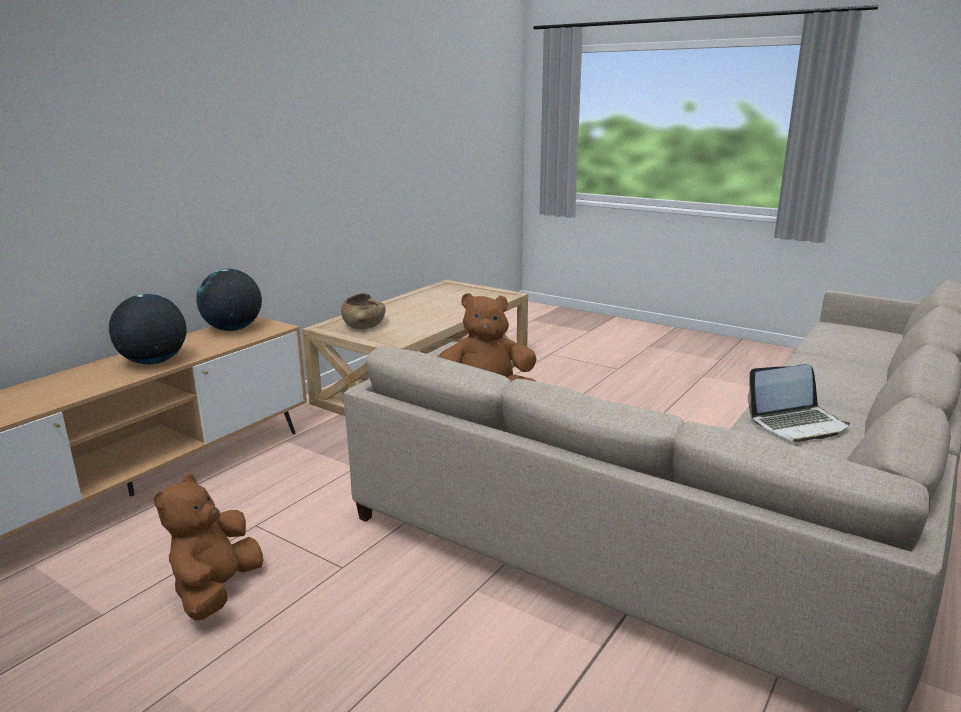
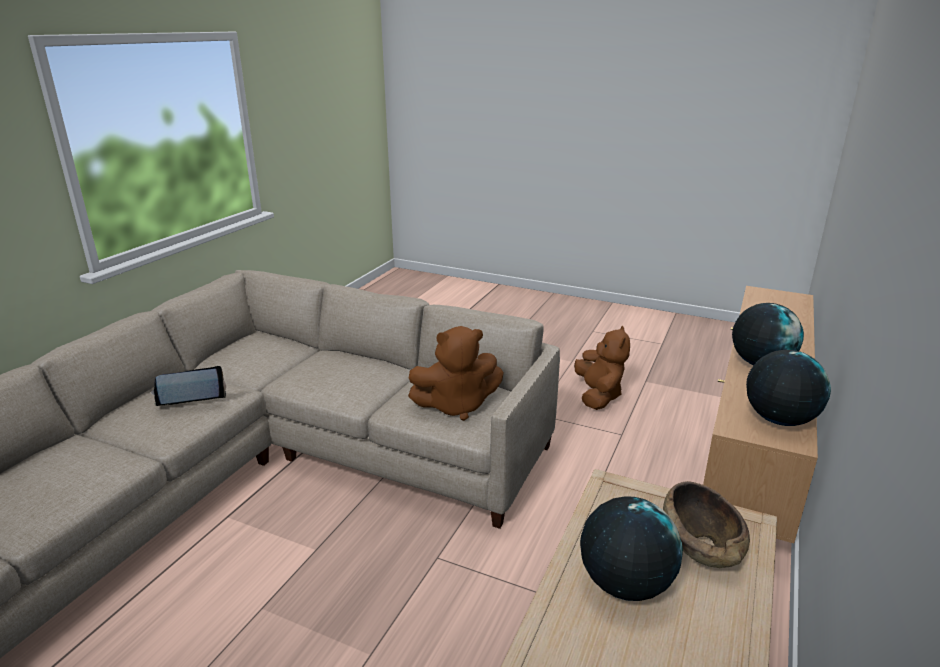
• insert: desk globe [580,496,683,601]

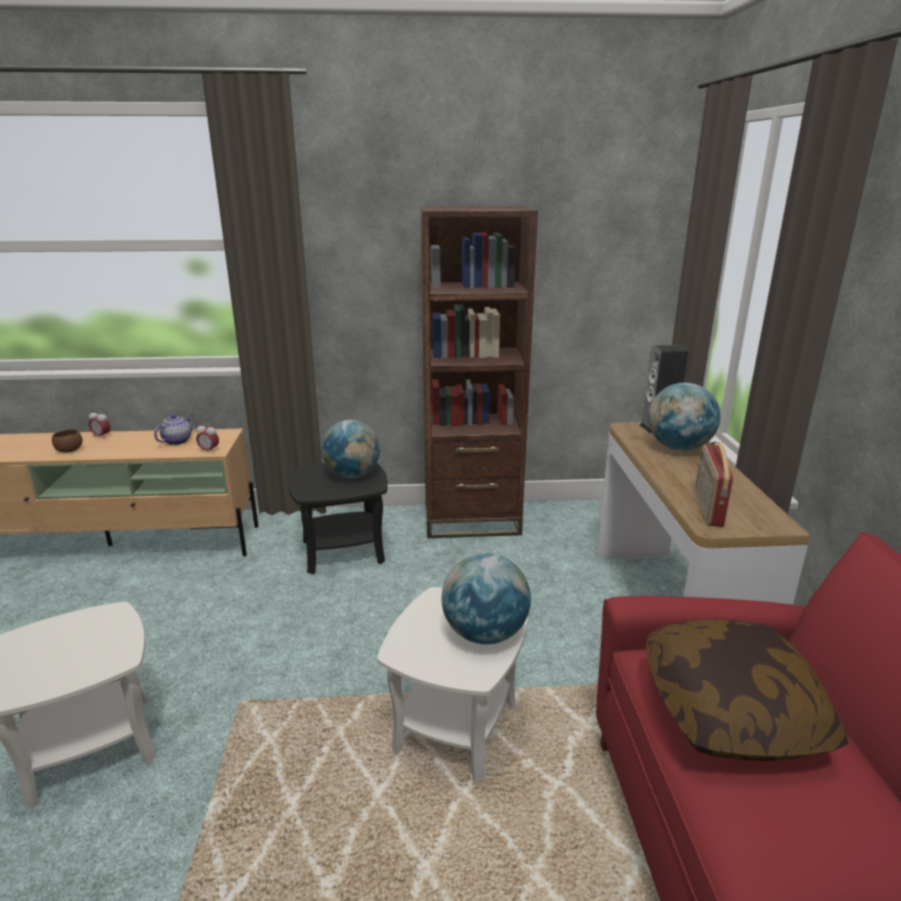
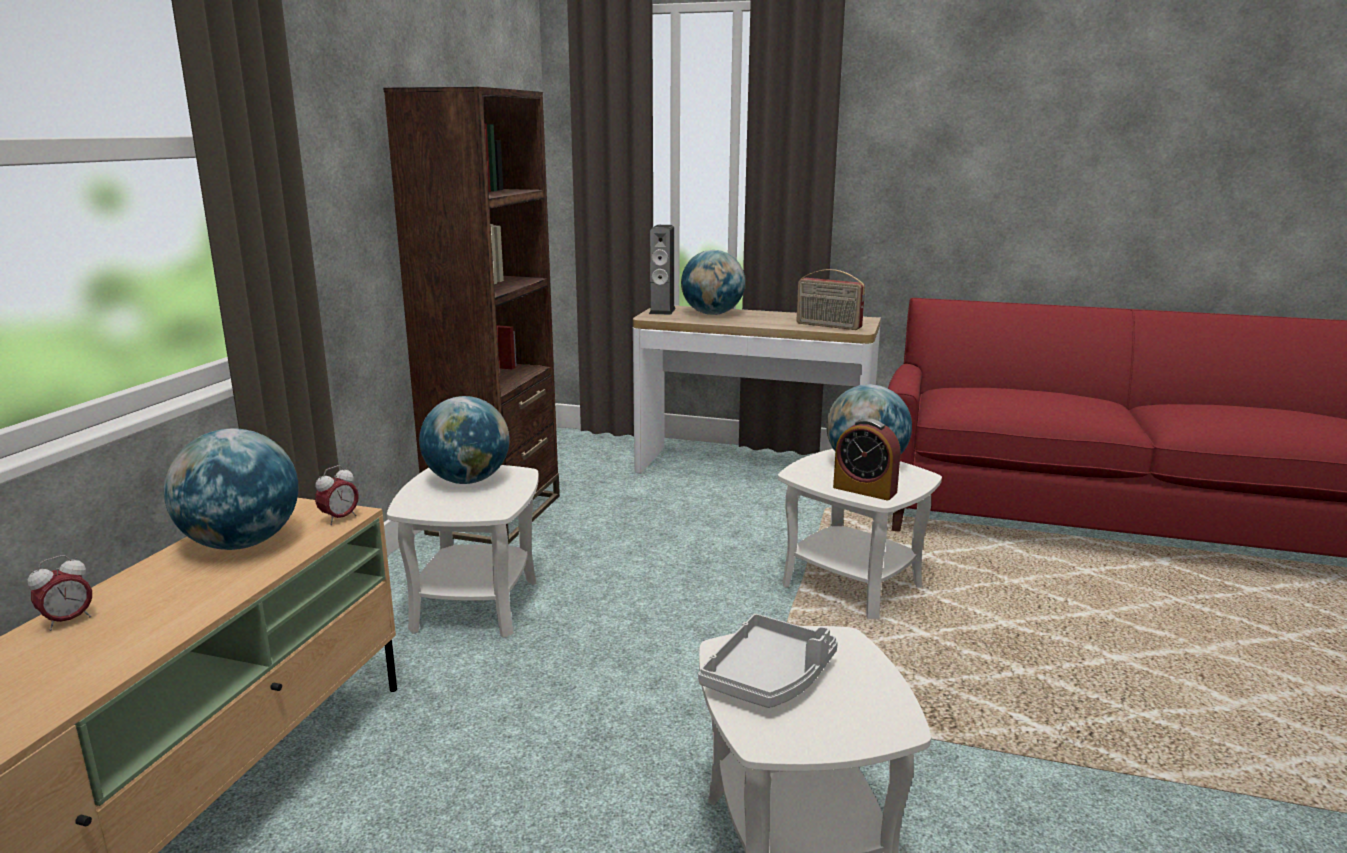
• replace: teapot [154,414,194,445] to desk globe [164,428,298,550]
• delete: brown-coloured serving bowl [52,429,83,453]
• recolor: blackish end table [288,463,388,574] to whitish end table [387,465,539,638]
• delete: pillow [646,619,848,761]
• insert: bedside clock [833,418,901,500]
• insert: gray tray [698,614,838,708]

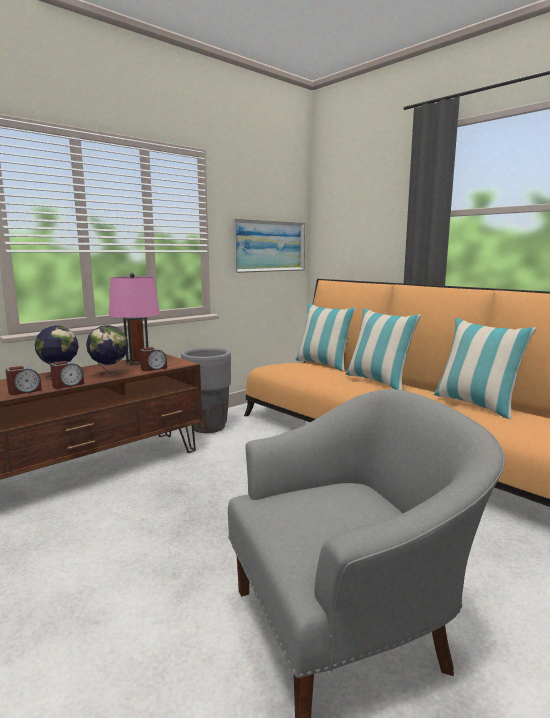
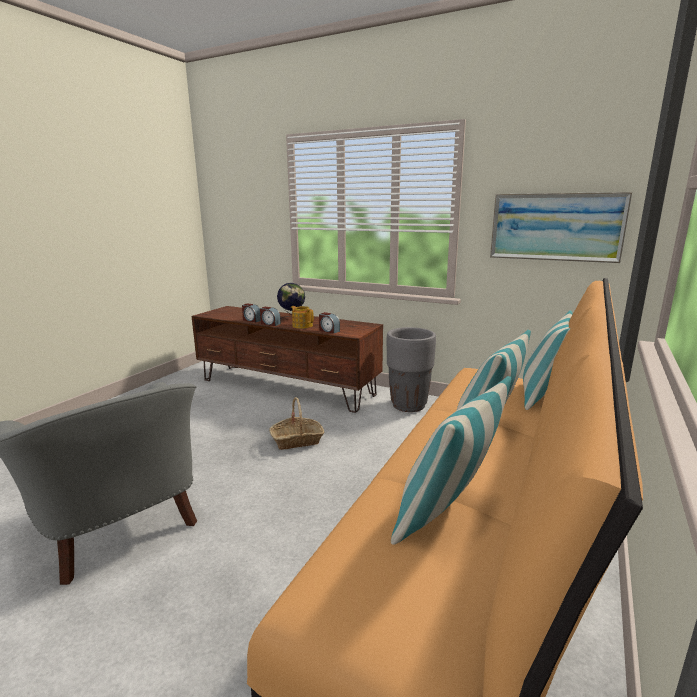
• delete: pink-coloured tabletop lamp [109,273,160,365]
• replace: desk globe [86,325,128,377] to teapot [291,306,314,329]
• insert: storage basket [269,397,325,450]

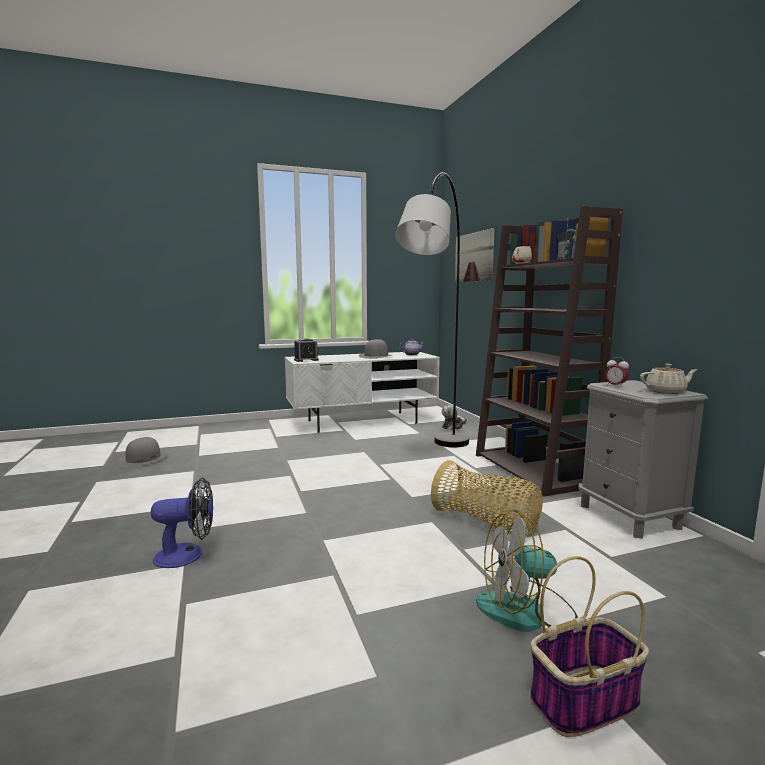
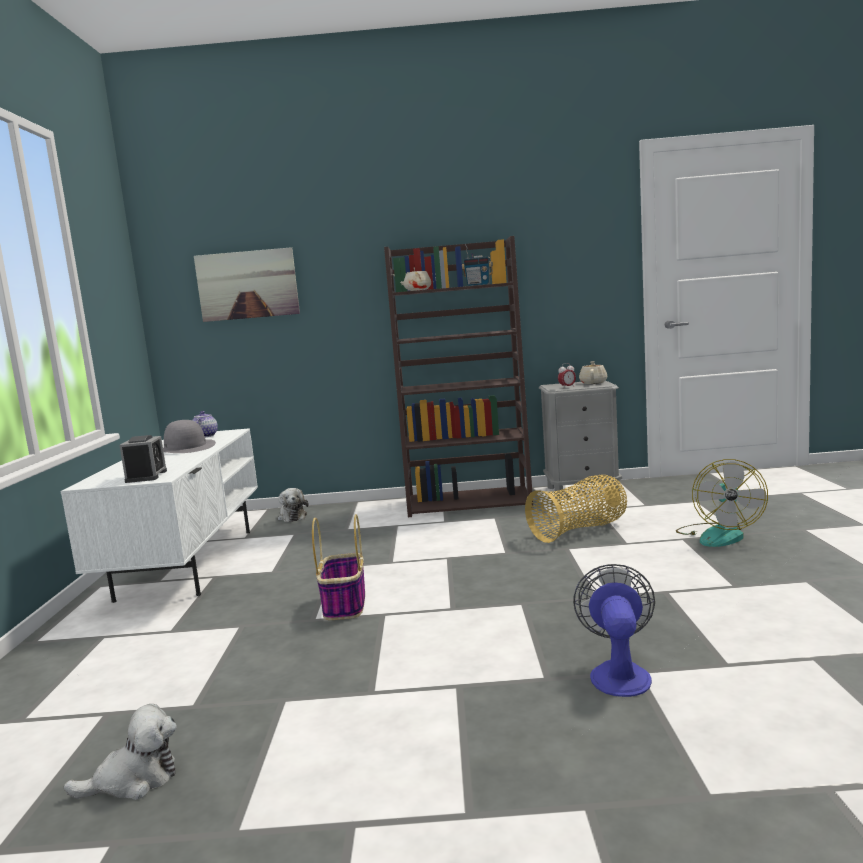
• delete: gray floor lamp [395,172,469,447]
• replace: gray clothing hat [118,437,168,468] to plush toy [64,704,177,800]
• move: storage basket [530,556,649,737] to [312,514,365,620]

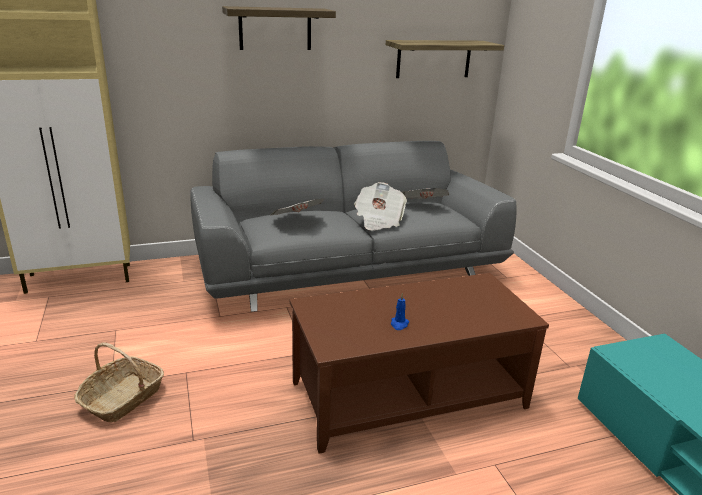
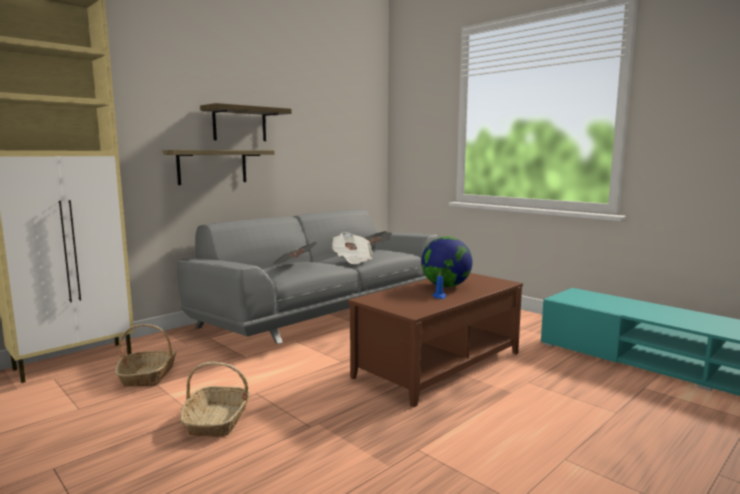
• move: shelf [386,40,504,78] to [163,150,274,185]
• insert: desk globe [421,237,472,287]
• insert: storage basket [115,324,177,387]

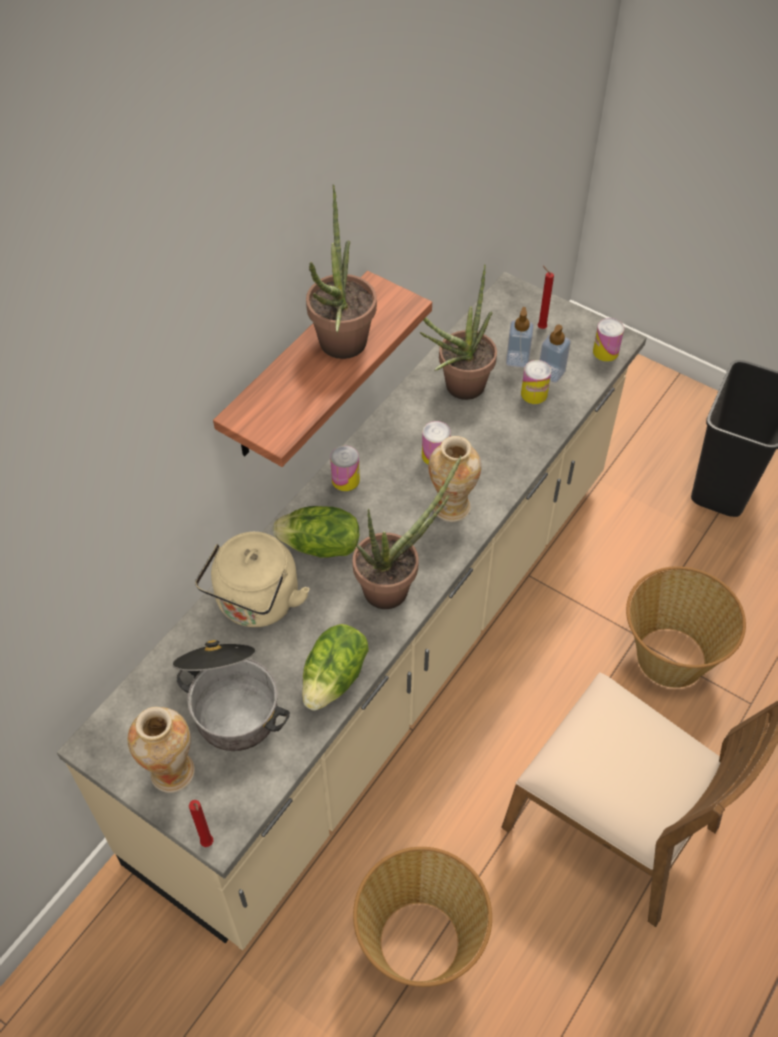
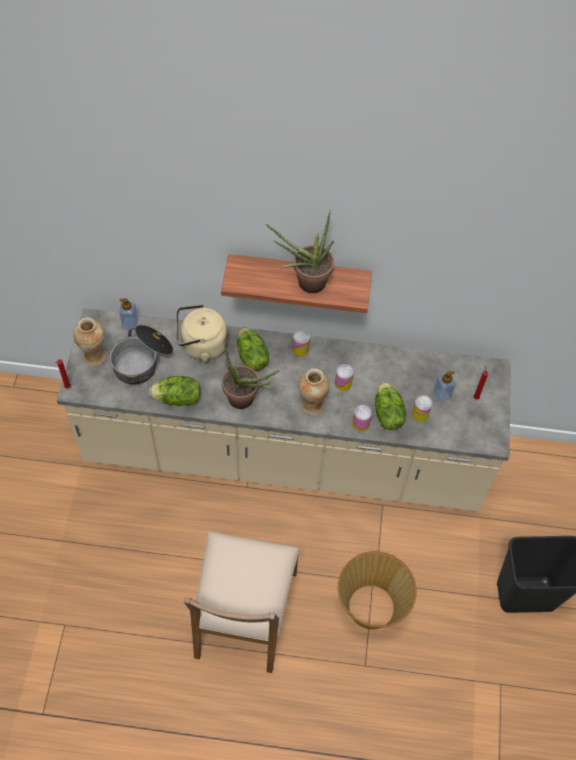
• delete: plant in a pot [419,264,497,400]
• move: metal can [593,318,624,362] to [352,405,372,432]
• move: liquid soap bottle [540,325,571,383] to [119,298,138,329]
• delete: storage basket [353,847,492,987]
• insert: head of lettuce [375,382,406,430]

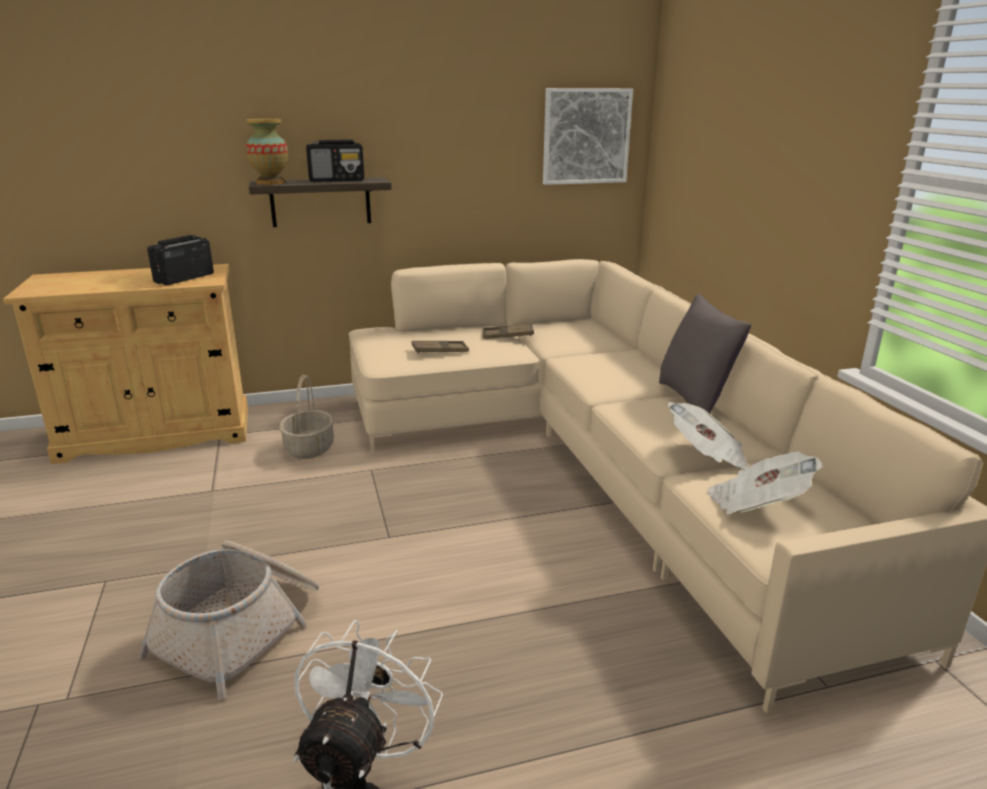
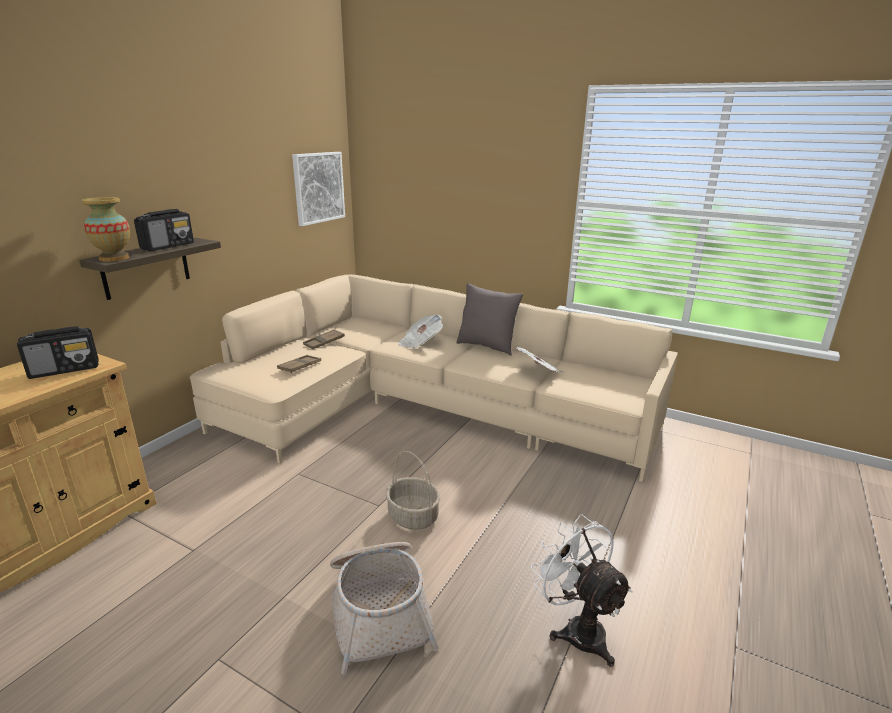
• rotate: radio receiver [147,235,214,285] = [17,326,99,379] 105 degrees counterclockwise
• move: storage basket [279,375,334,459] to [386,451,440,530]
• move: newspaper [707,451,822,515] to [398,315,443,349]

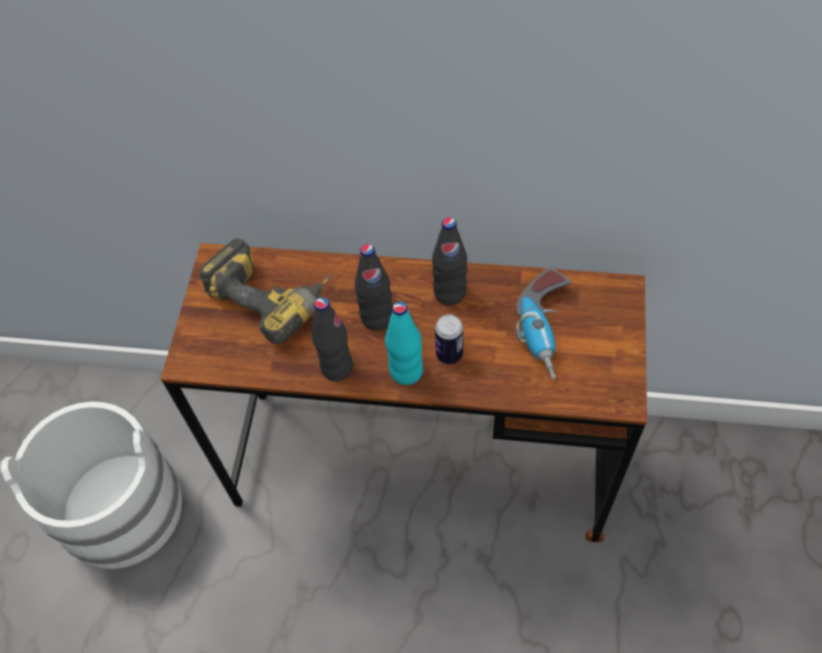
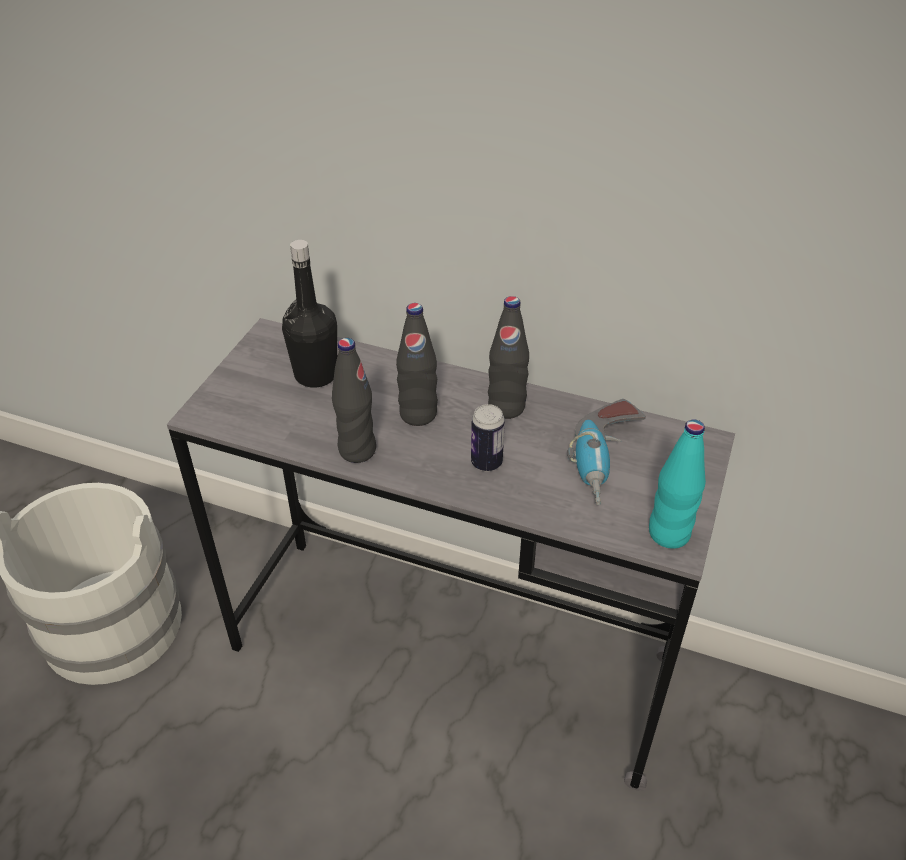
• replace: drill [199,238,332,345] to blackish drink bottle [282,240,337,388]
• recolor: brown-coloured desk unit [161,243,647,542] to gray desk unit [167,318,735,791]
• move: turquoise-coloured drink bottle [385,301,423,385] to [649,419,706,549]

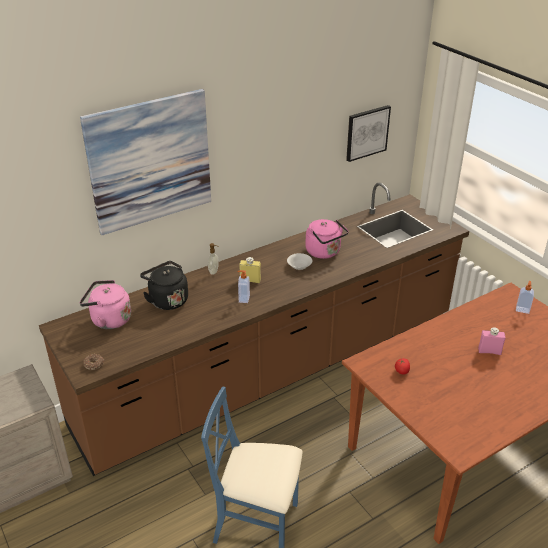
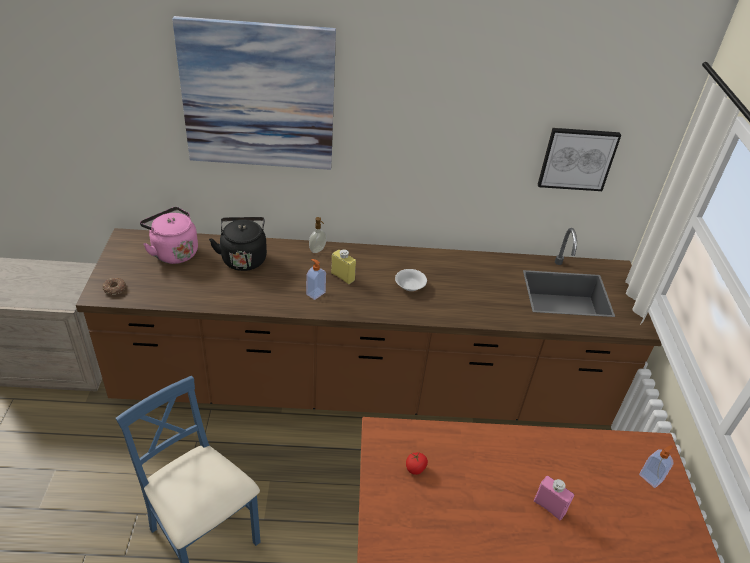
• delete: pink-coloured tea kettle [305,219,349,259]

